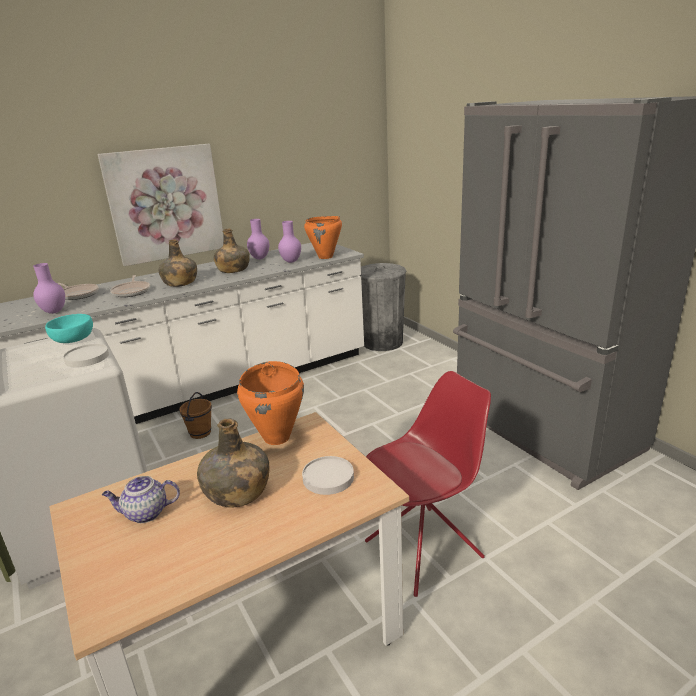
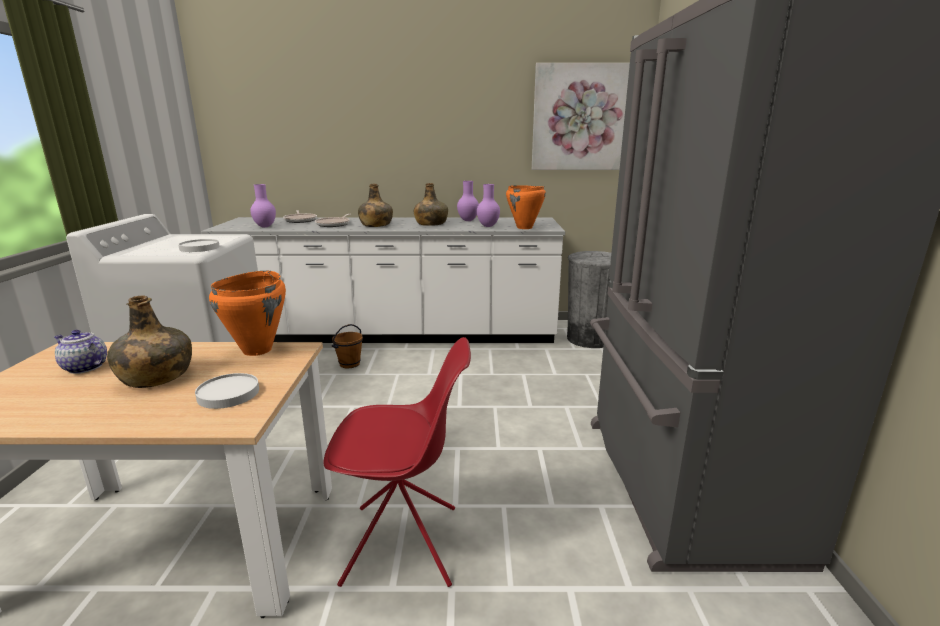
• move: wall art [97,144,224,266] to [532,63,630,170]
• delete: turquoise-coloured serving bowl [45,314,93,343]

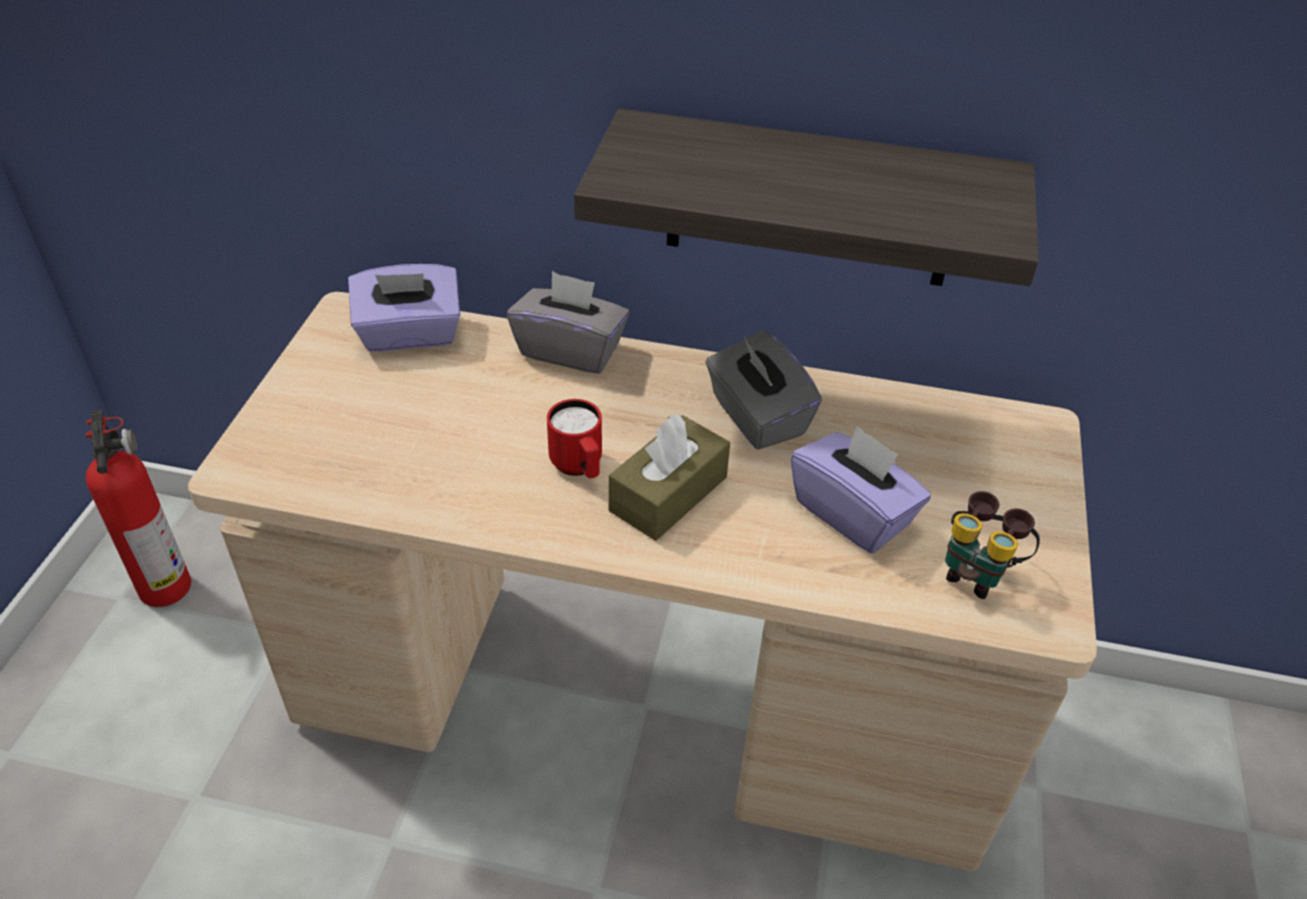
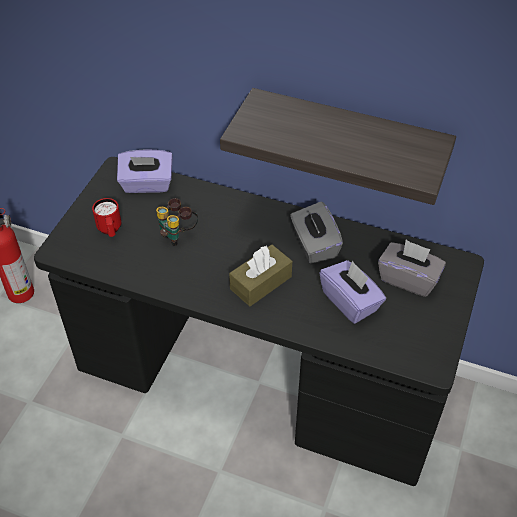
• move: gray tissue box [507,271,630,374] to [378,240,446,297]
• recolor: beige desk unit [188,292,1097,871] to blackish desk unit [34,157,484,486]
• move: red mug [547,399,602,478] to [92,198,121,237]
• move: binoculars [945,491,1040,599] to [156,198,198,246]

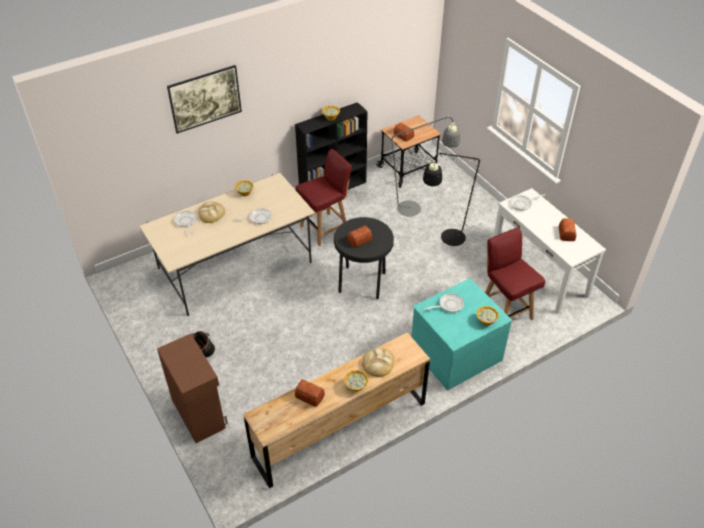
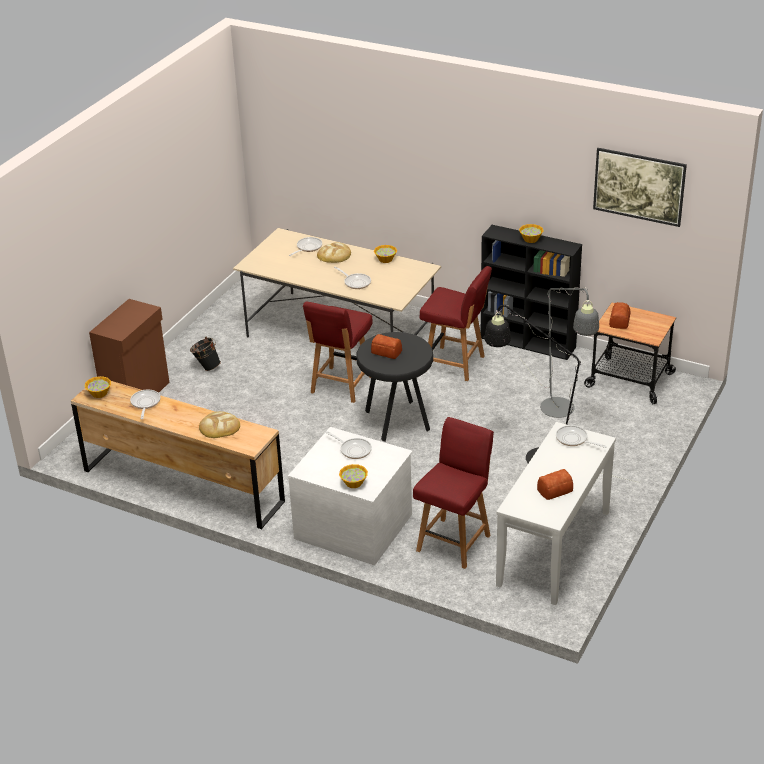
• move: wall art [167,65,242,134] to [593,148,687,227]
• recolor: turquoise-coloured dresser [411,278,512,390] to whitish dresser [288,427,413,565]
• move: serving bowl [344,370,369,392] to [85,376,111,398]
• replace: bakery bread [295,379,325,407] to pan [130,390,160,419]
• insert: red chair [303,301,373,403]

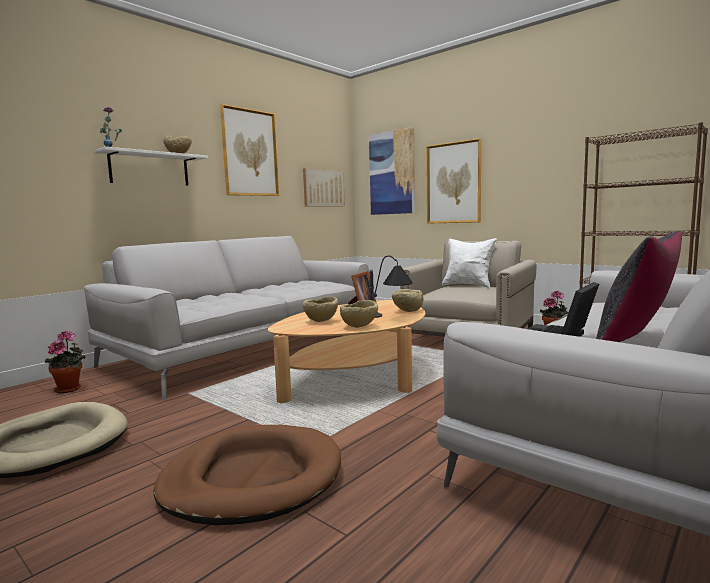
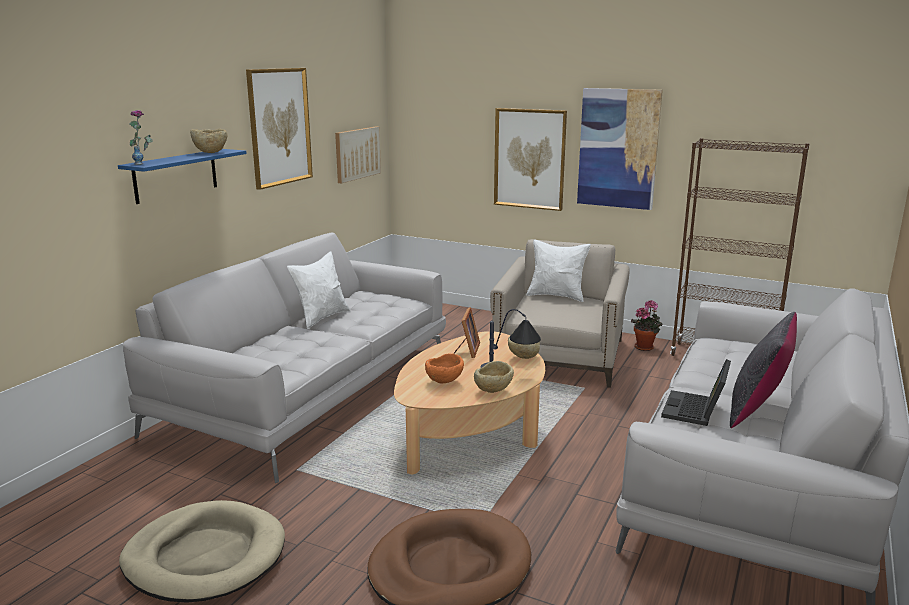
• move: wall art [369,127,415,215] to [577,88,663,210]
• recolor: whitish shelf [94,147,208,186] to blue-coloured shelf [118,149,247,204]
• recolor: beige serving bowl [303,297,338,322] to orange serving bowl [425,354,464,383]
• delete: plant in a pot [45,330,85,393]
• insert: whitish pillow [287,251,350,329]

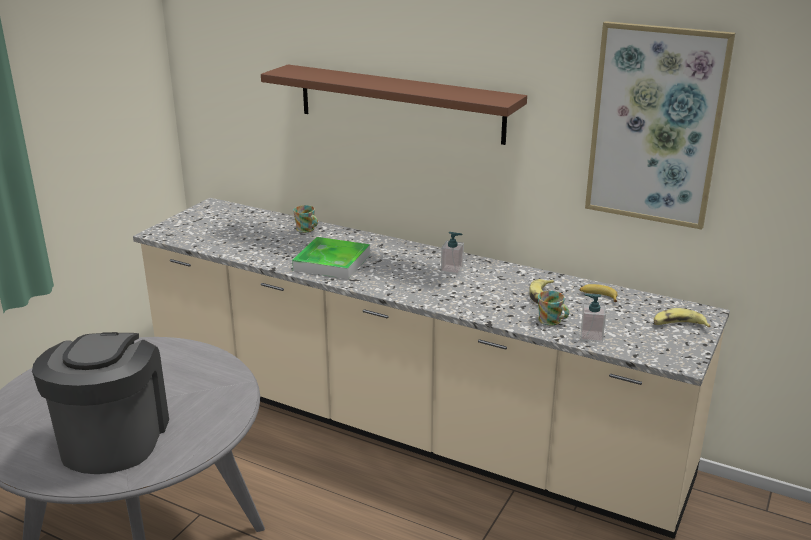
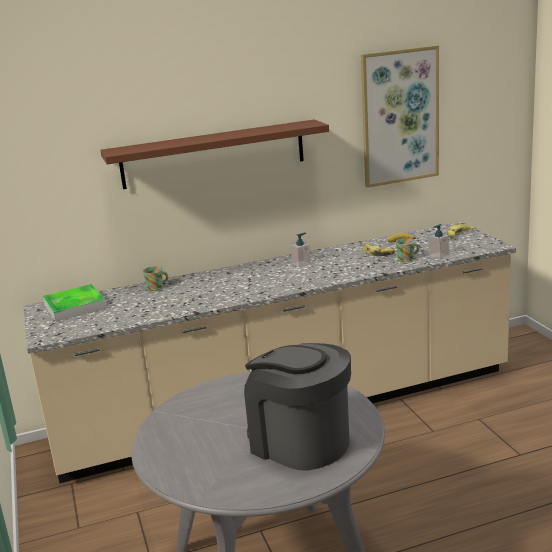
• move: tray [292,237,370,279] to [43,284,107,321]

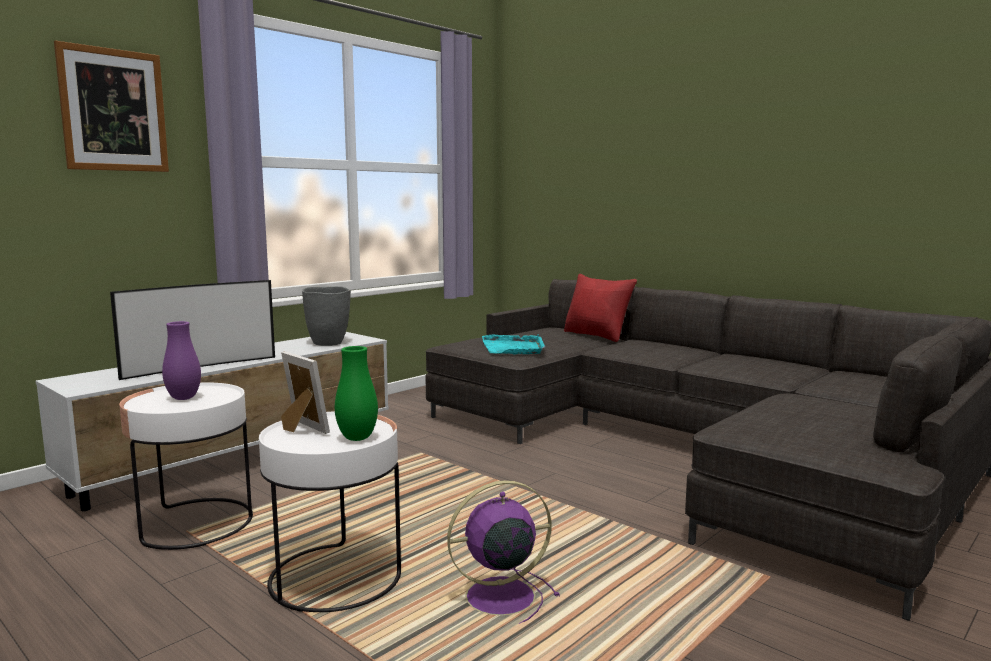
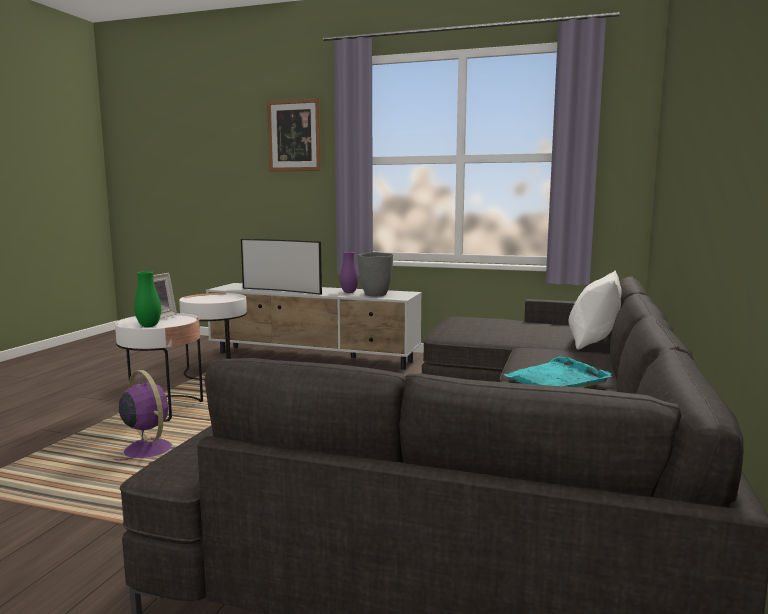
• recolor: red pillow [564,274,637,342] to whitish pillow [568,270,622,350]
• move: purplish flower vase [162,321,201,400] to [340,252,358,293]
• move: turquoise-coloured tray [482,334,545,355] to [503,356,612,388]

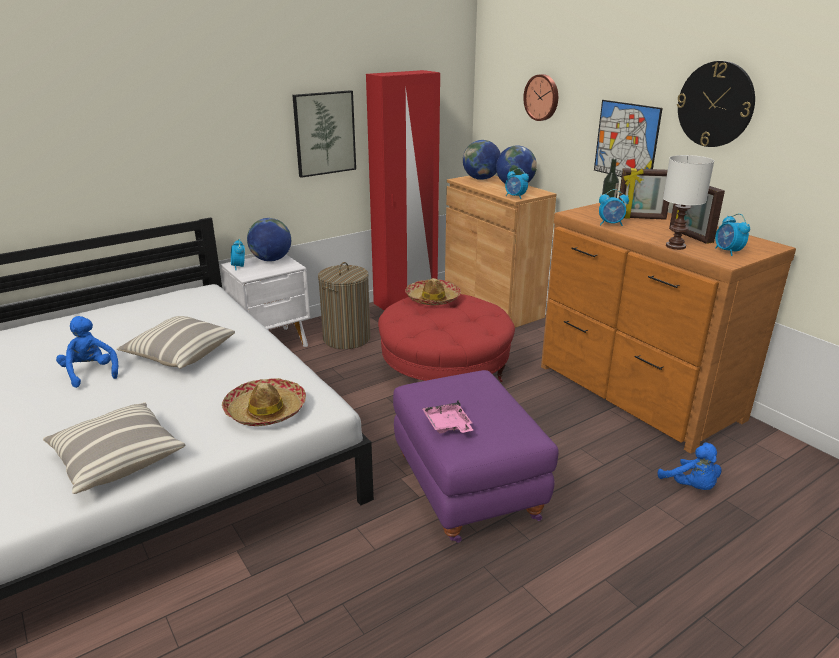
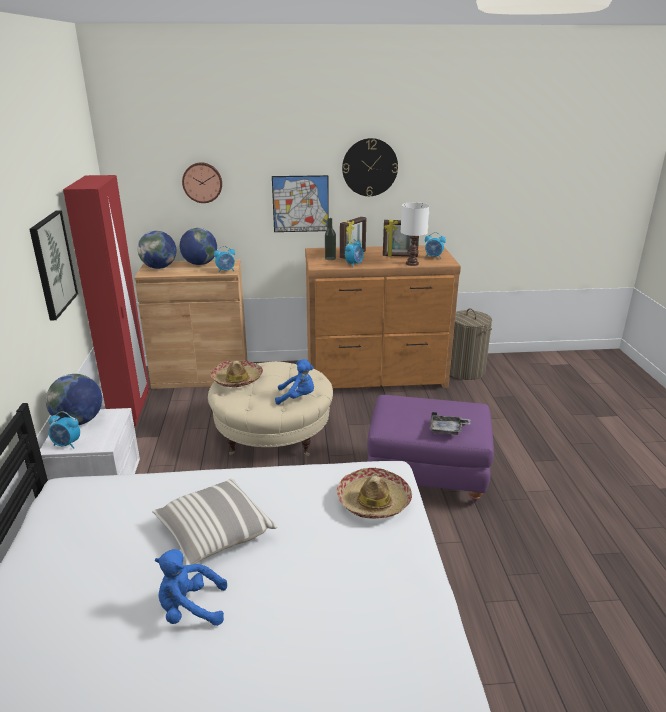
• move: washing basket [318,262,371,349] to [450,308,492,380]
• recolor: red footrest [378,294,515,382] to beige footrest [208,361,333,456]
• recolor: pink-coloured tray [422,400,473,433] to gray tray [429,412,471,435]
• delete: pillow [43,402,185,494]
• move: blue-coloured plush toy [658,443,722,490] to [275,359,314,405]

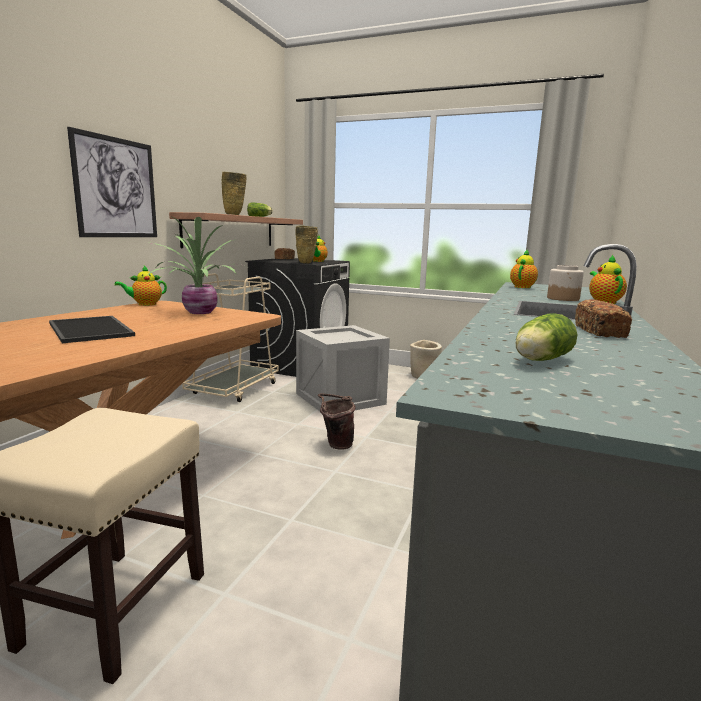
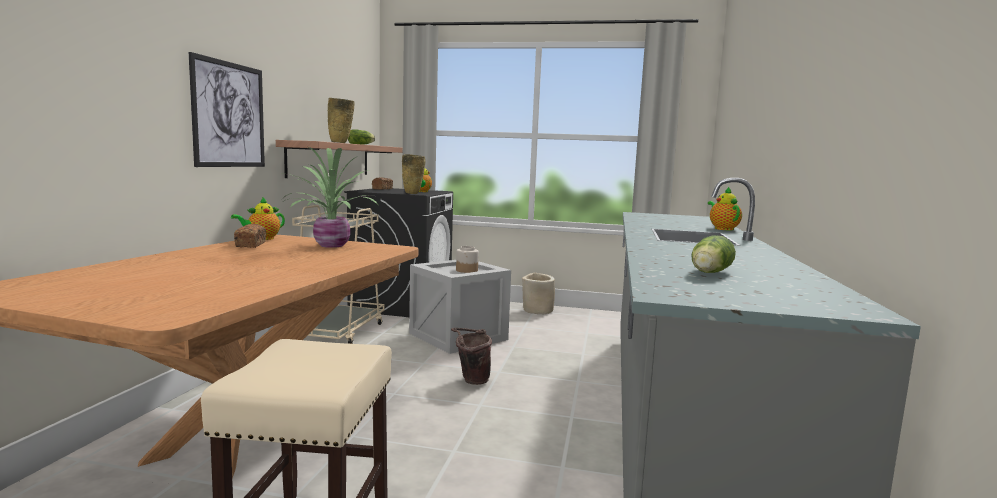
• delete: teapot [510,249,538,288]
• move: jar [547,265,584,301] to [456,246,479,273]
• move: bakery bread [575,299,632,338] to [234,224,266,248]
• delete: tray [49,316,135,343]

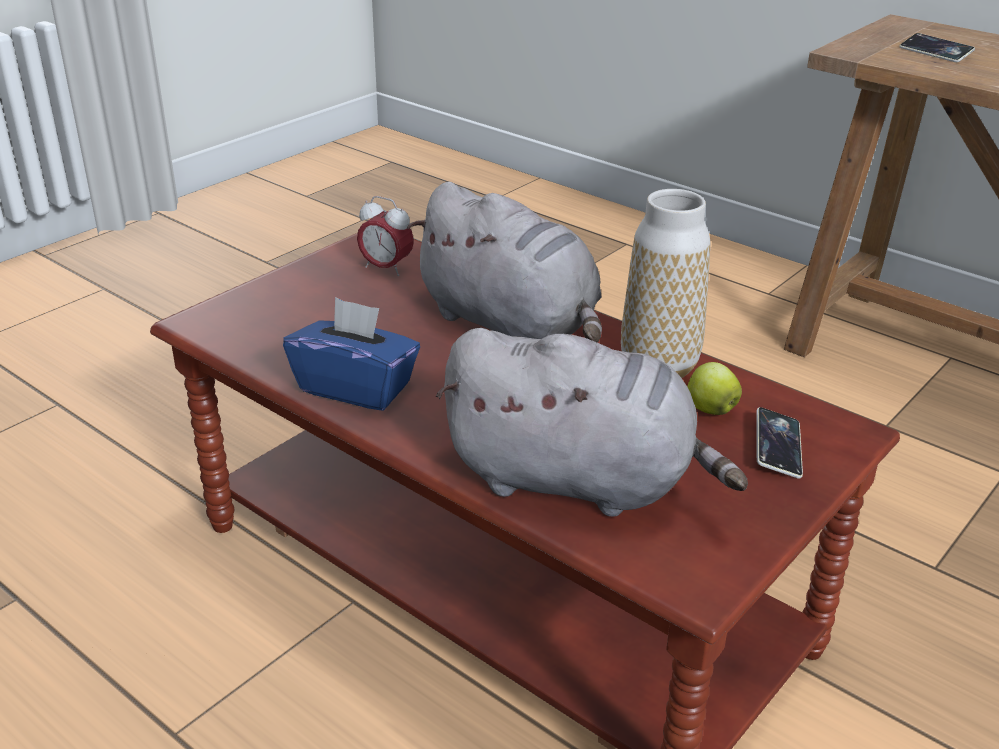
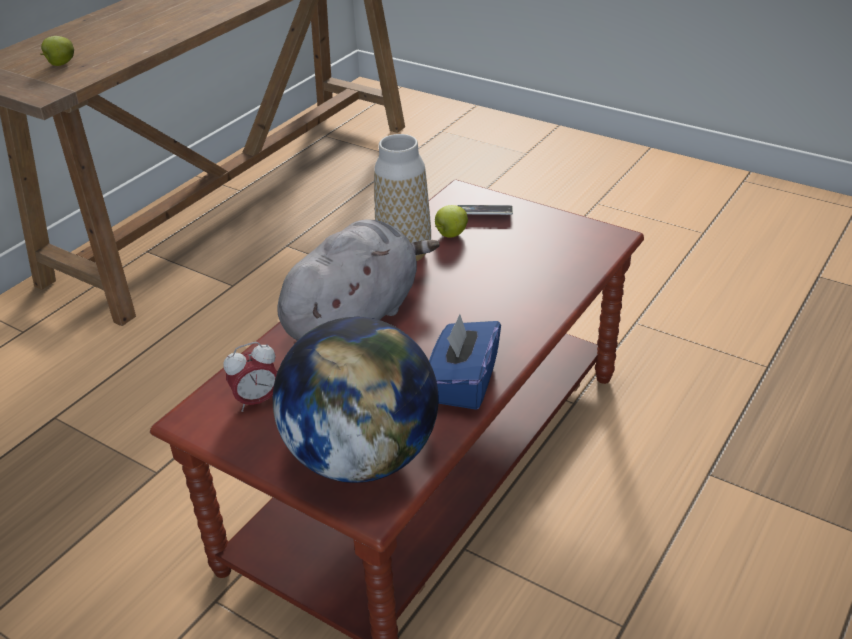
• replace: phone [899,33,975,62] to whole apple [41,36,74,66]
• rotate: bedside clock [357,196,414,276] = [223,342,278,412] 45 degrees clockwise
• delete: gray plush toy [436,328,748,517]
• insert: desk globe [273,317,438,483]

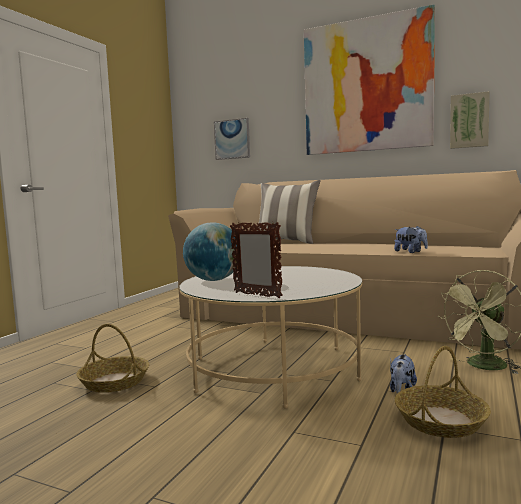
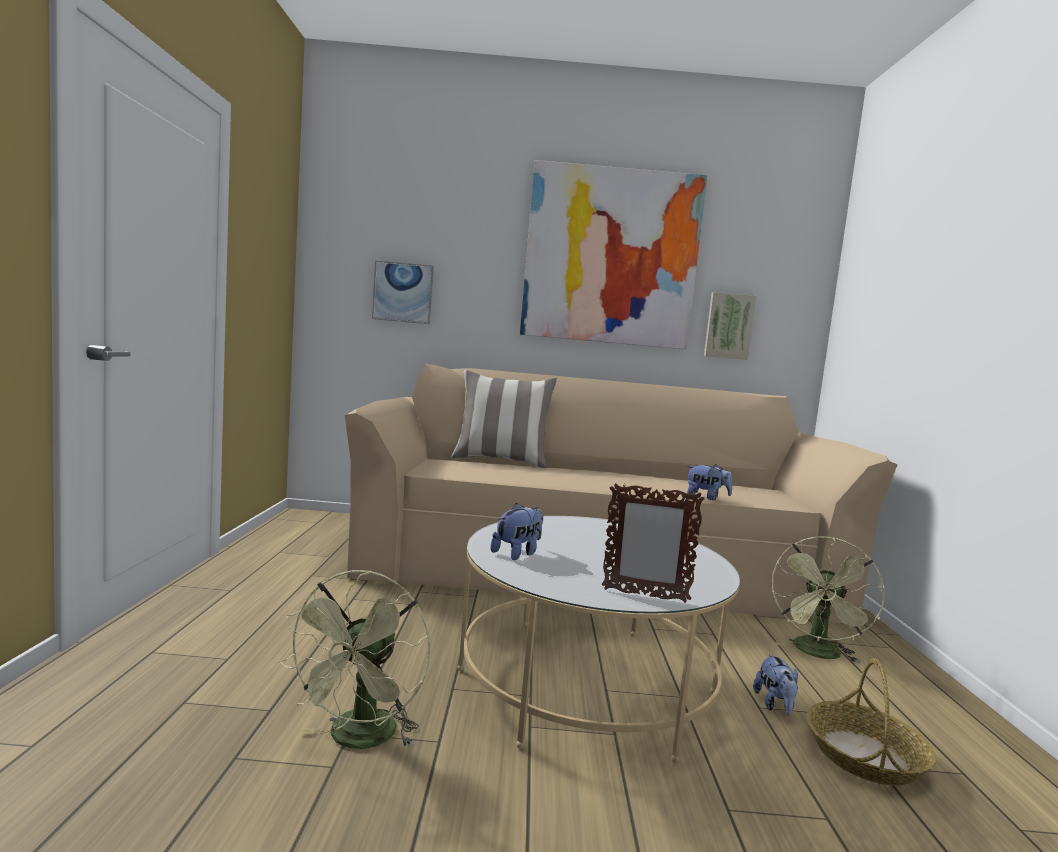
• replace: desk globe [183,222,237,281] to plush toy [491,503,543,560]
• replace: storage basket [76,324,149,393] to greenish fan [279,570,430,749]

